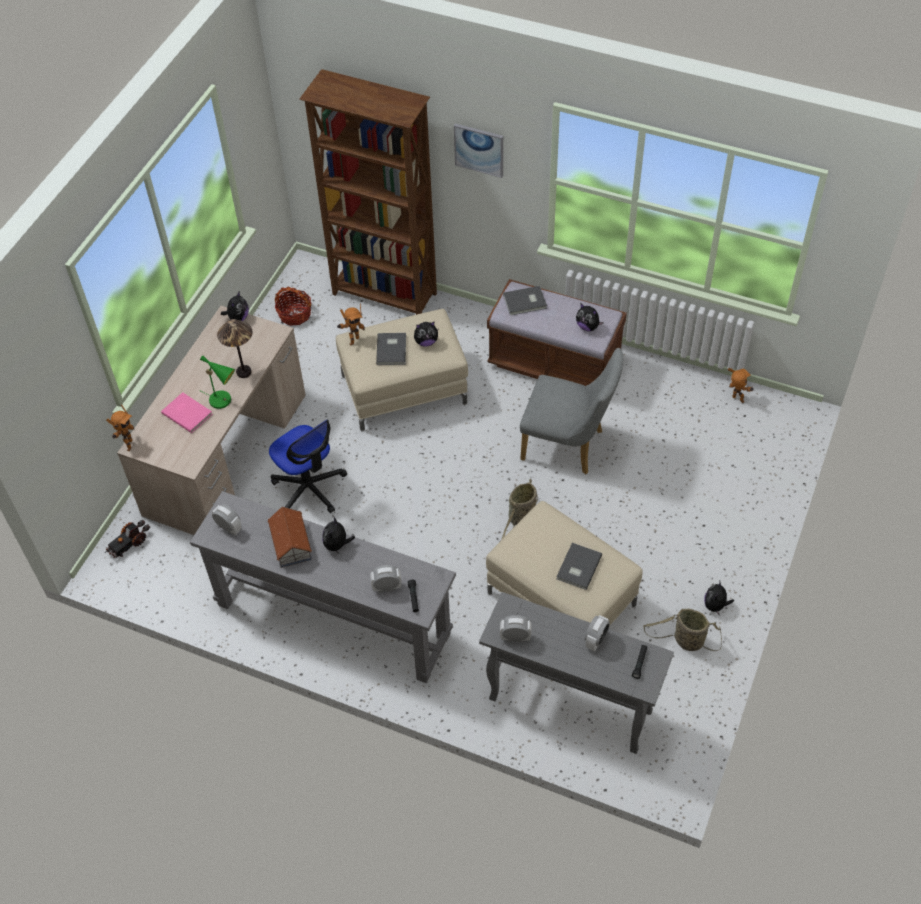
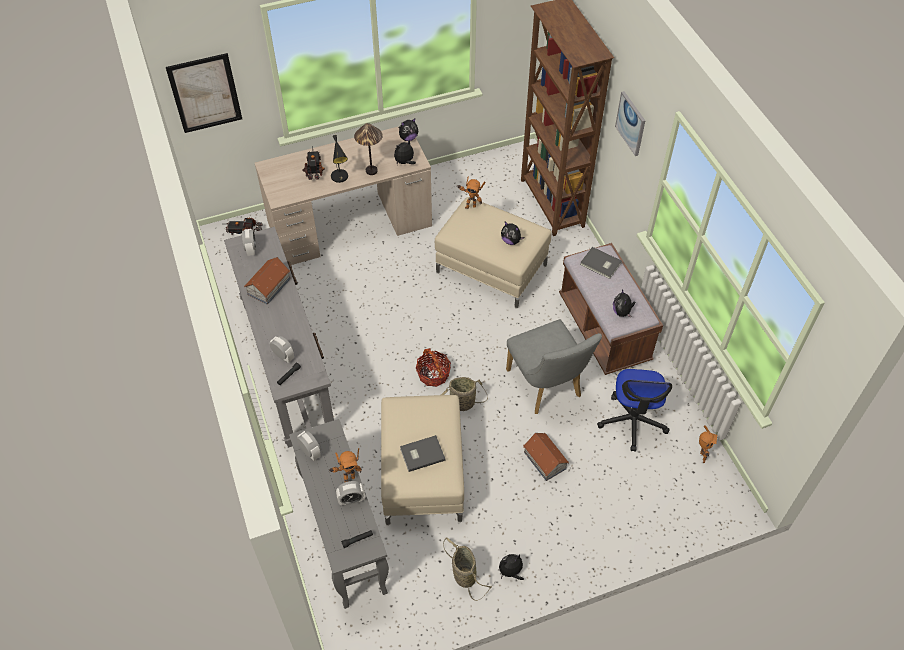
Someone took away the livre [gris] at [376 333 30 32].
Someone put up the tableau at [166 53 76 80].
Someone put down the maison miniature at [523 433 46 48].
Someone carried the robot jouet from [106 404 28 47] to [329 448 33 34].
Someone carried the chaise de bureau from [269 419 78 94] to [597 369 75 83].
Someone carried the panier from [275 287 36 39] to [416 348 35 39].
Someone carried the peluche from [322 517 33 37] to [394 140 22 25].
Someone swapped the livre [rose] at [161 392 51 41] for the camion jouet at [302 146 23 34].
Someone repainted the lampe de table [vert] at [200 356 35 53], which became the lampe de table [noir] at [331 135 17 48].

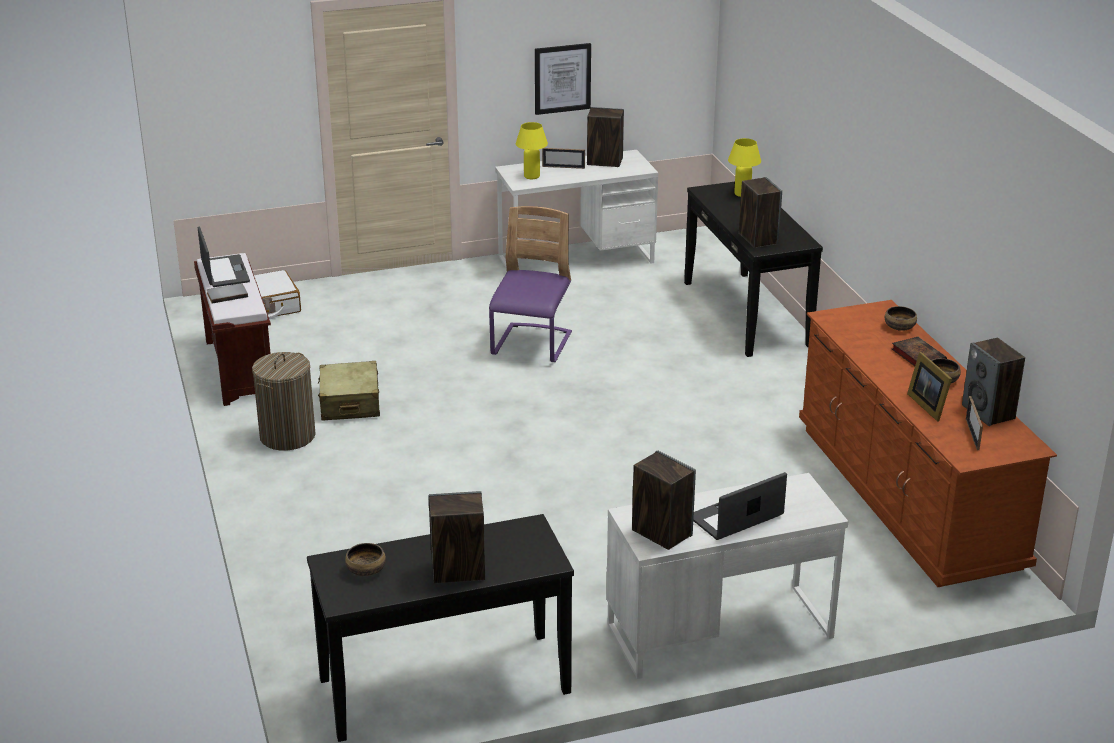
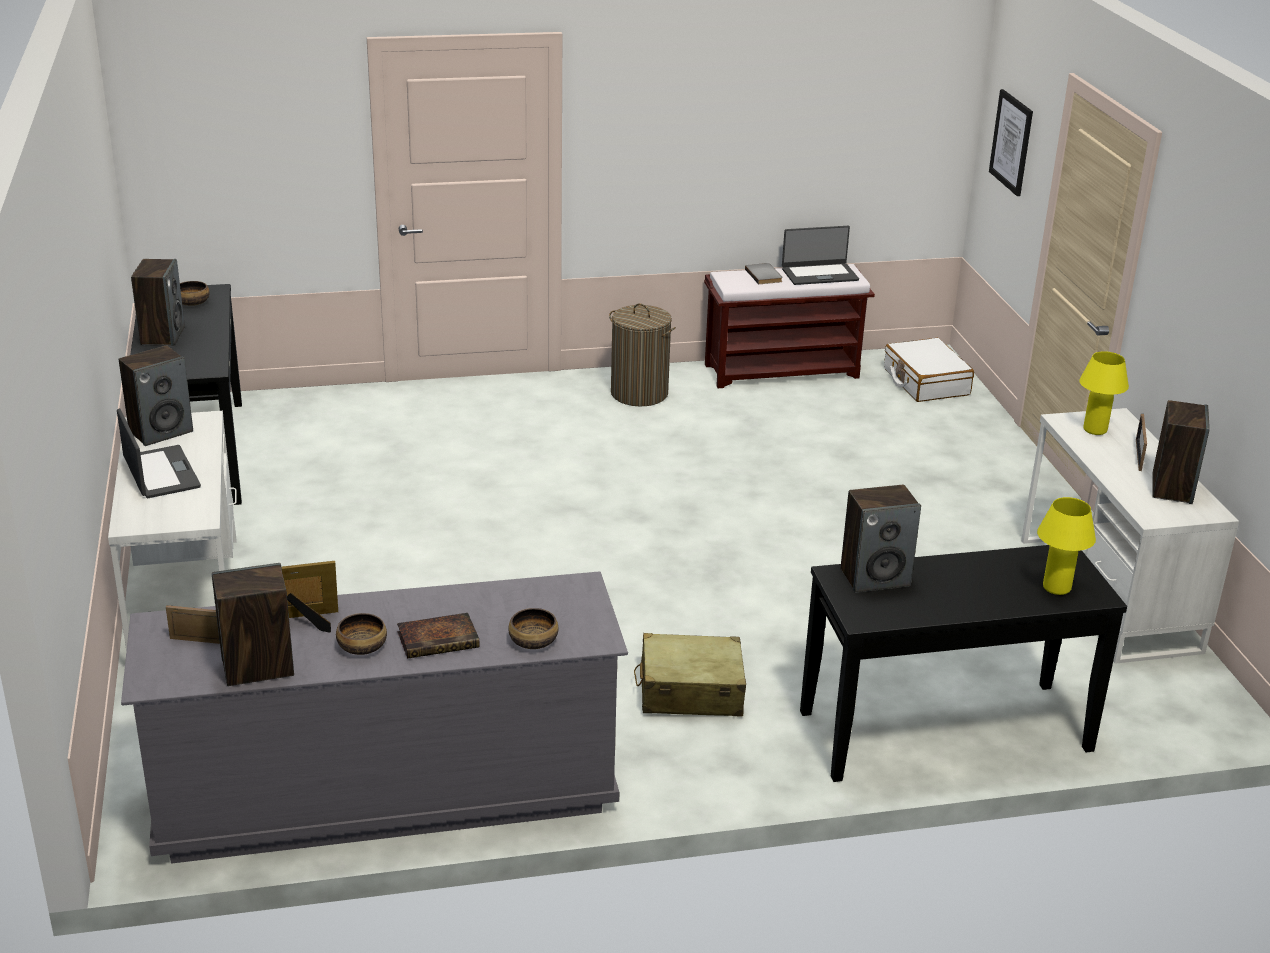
Someone took away the chaise [violet] at [489 206 83 156].
Someone carried the valise [beige] from [318 361 62 60] to [634 633 112 83].
Someone carried the tableau from [535 43 56 72] to [989 89 44 107].
Someone repainted the commode [marron] at [799 300 258 287], which became the commode [gris] at [121 571 507 293].

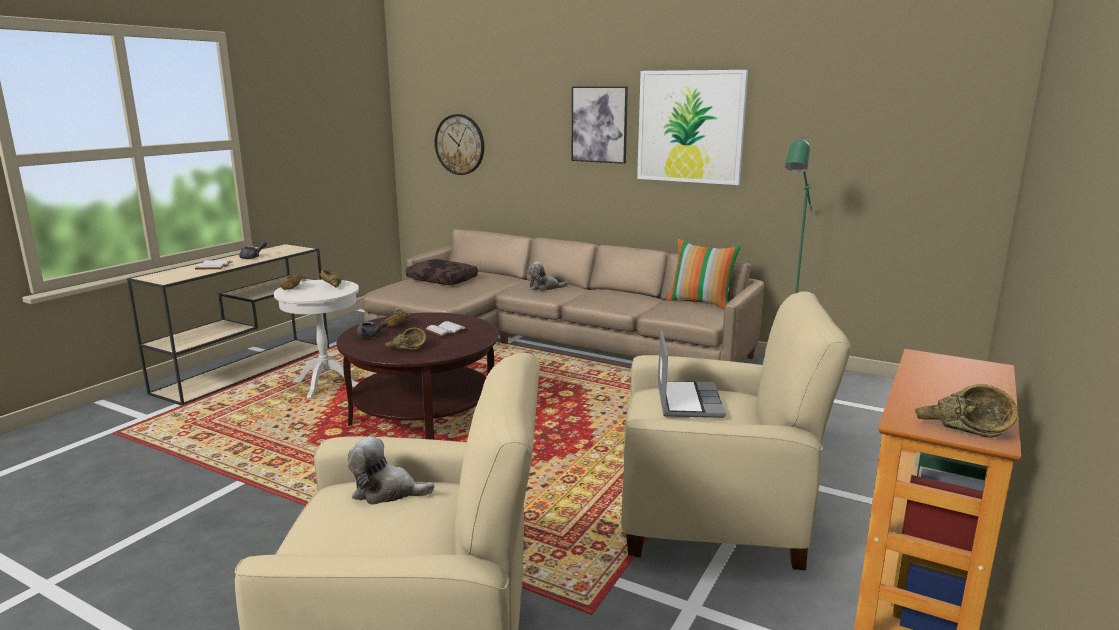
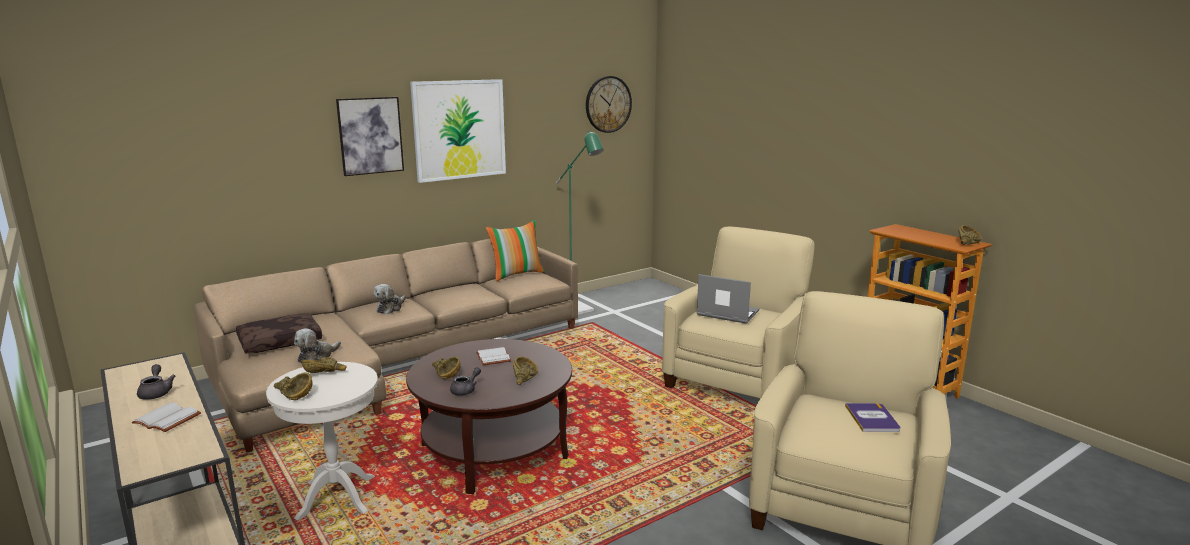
Someone put down the livre at [845 403 55 29].
Someone carried the peluche from [348 436 86 69] to [294 328 47 35].
Someone carried the horloge murale from [435 114 49 61] to [586 76 46 57].

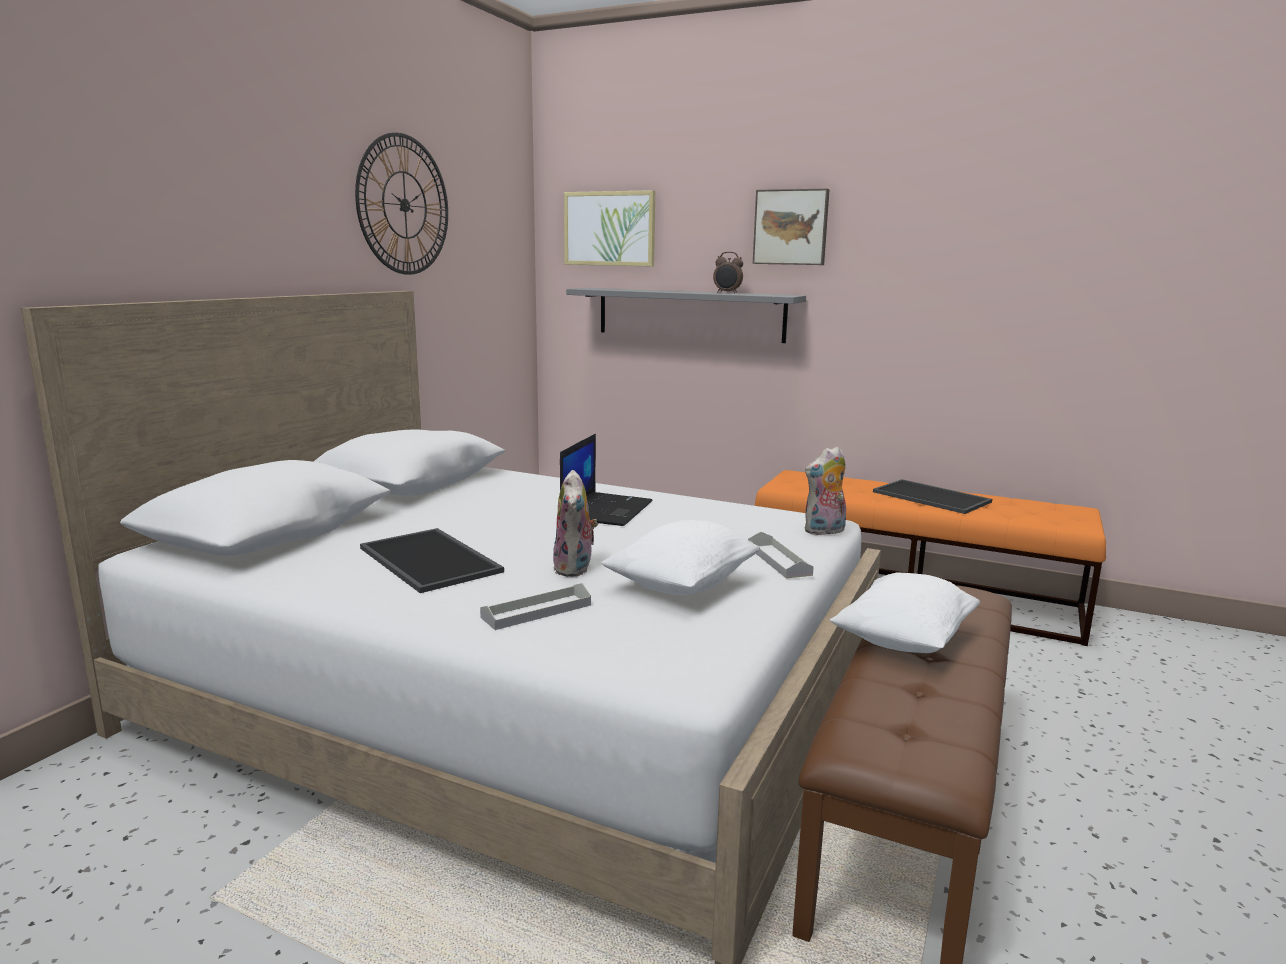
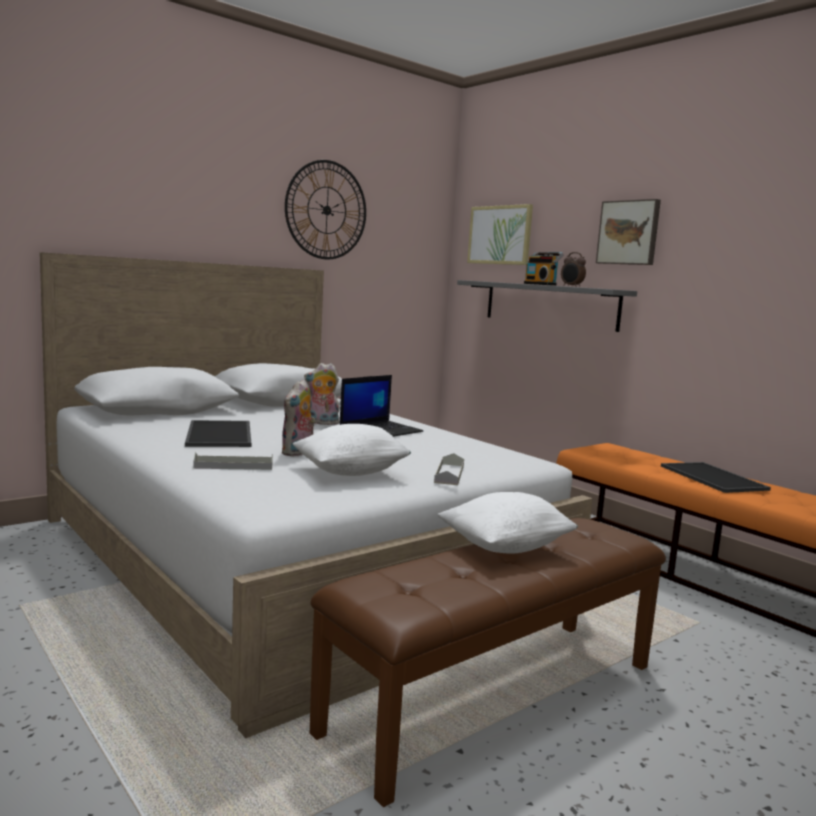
Someone put down the radio at [524 252 40 34].
Someone carried the peluche from [805 446 41 90] to [304 363 36 62].

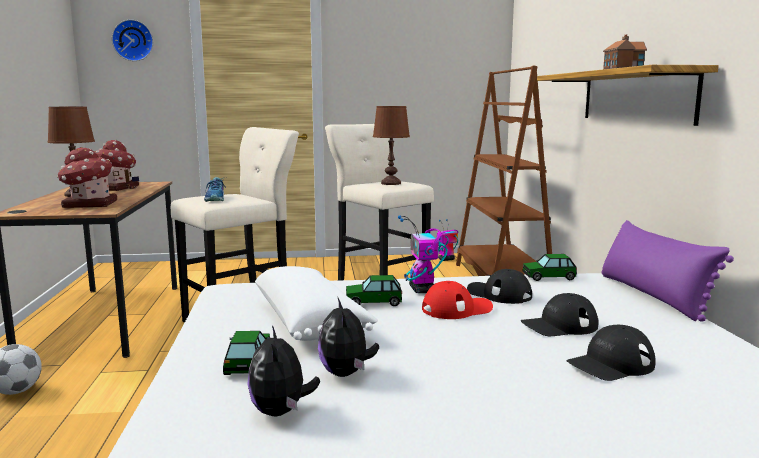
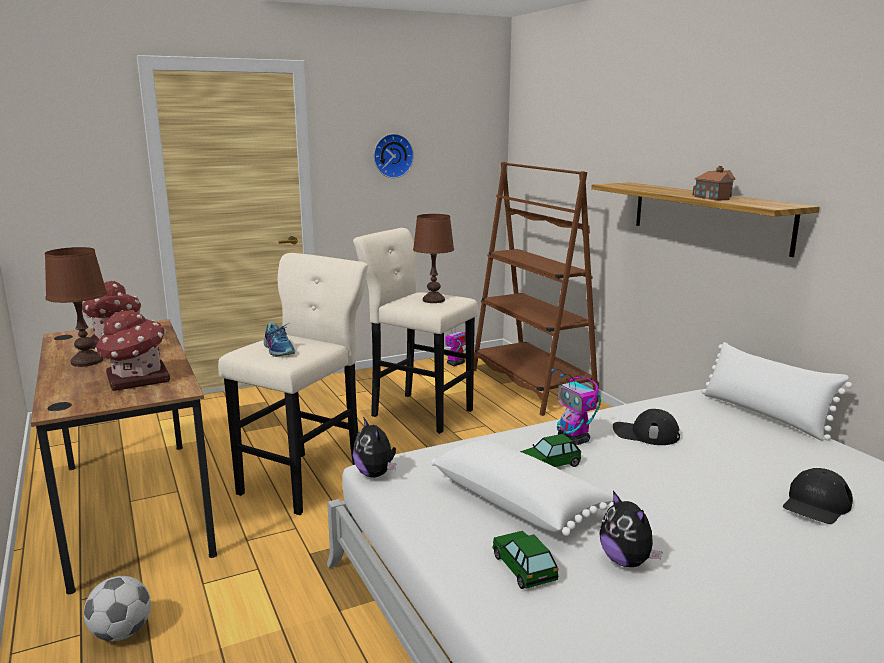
Someone took away the casquette [rouge] at [422 281 71 38].
Someone took away the casquette [noir] at [521 293 77 43].
Someone took away the petite voiture at [522 254 55 27].
Someone carried the horloge murale from [112 20 41 41] to [374 134 40 44].
Someone carried the peluche from [248 326 72 90] to [353 417 43 61].
Someone repainted the coussin [violet] at [602 220 132 102], which became the coussin [blanc] at [702 342 150 99].

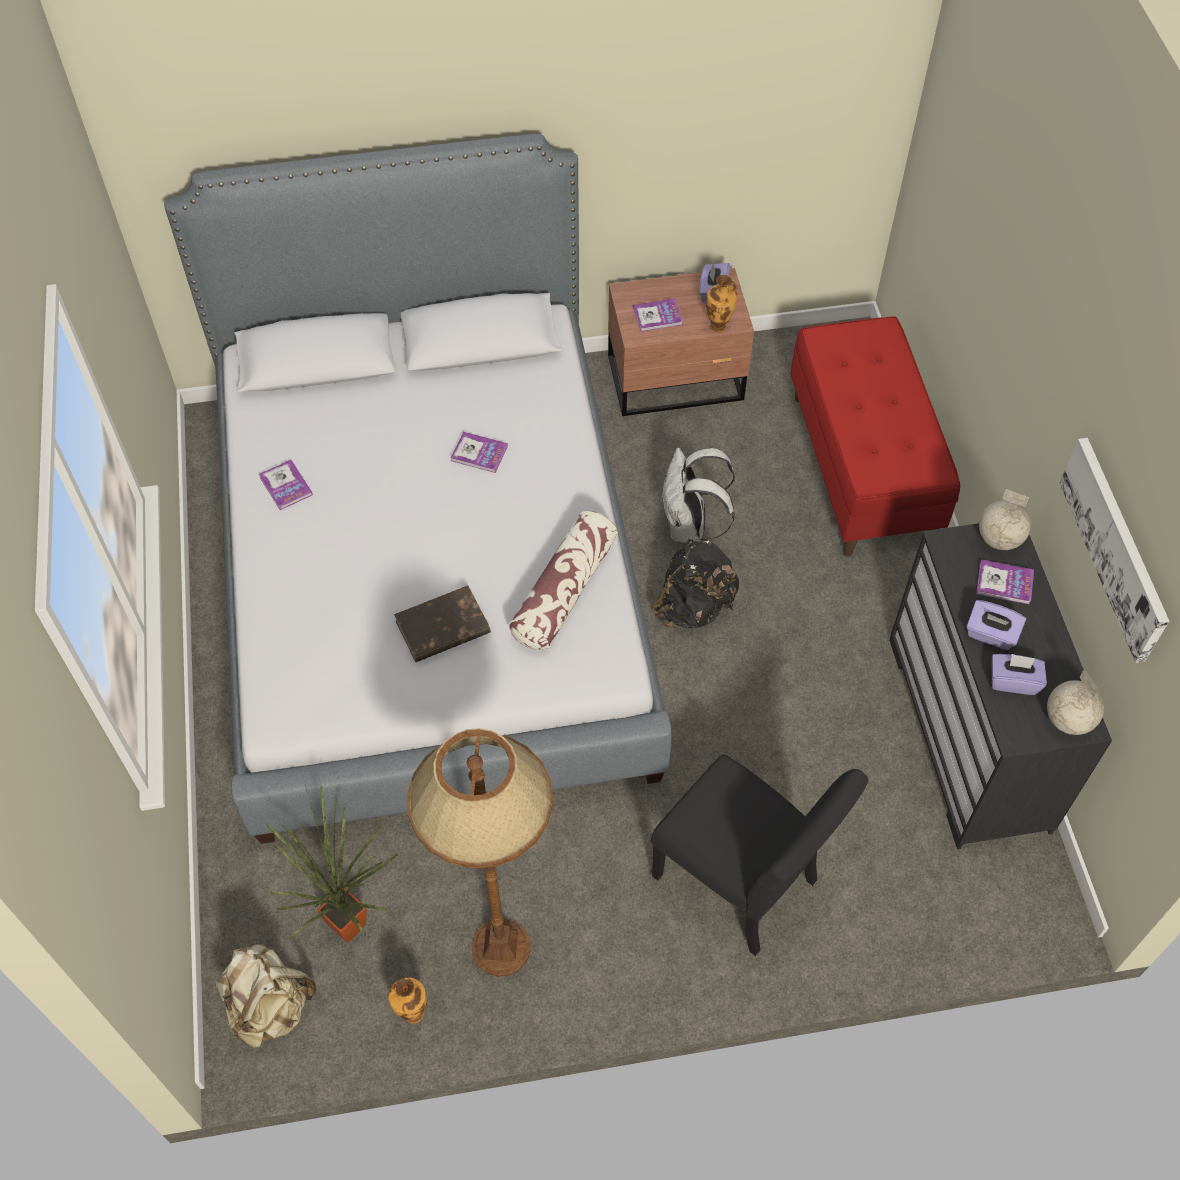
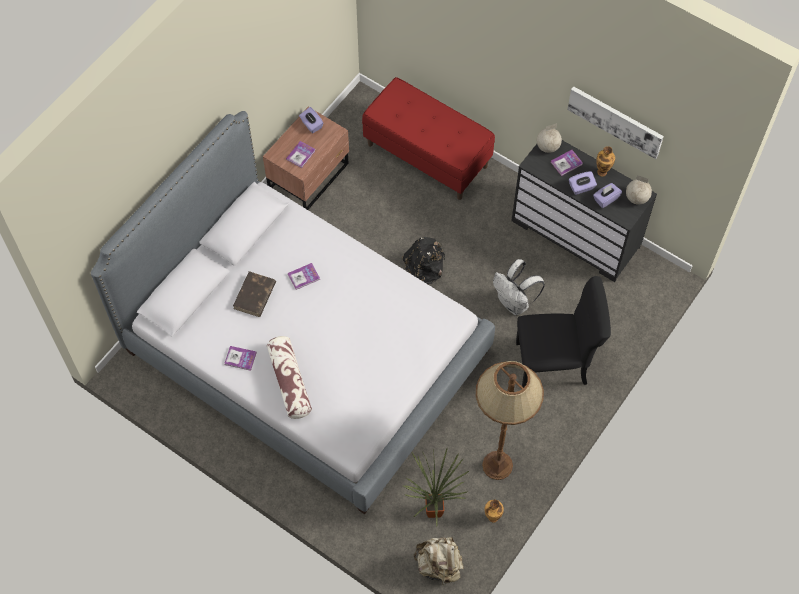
Someone carried the livre [marron] from [394 585 97 77] to [233 271 43 46].
Someone carried the coussin from [509 511 109 139] to [267 336 45 83].
Someone carried the sac à dos [blanc] from [661 448 74 95] to [493 259 52 56].
Someone carried the vase from [706 275 32 58] to [596 146 19 31].

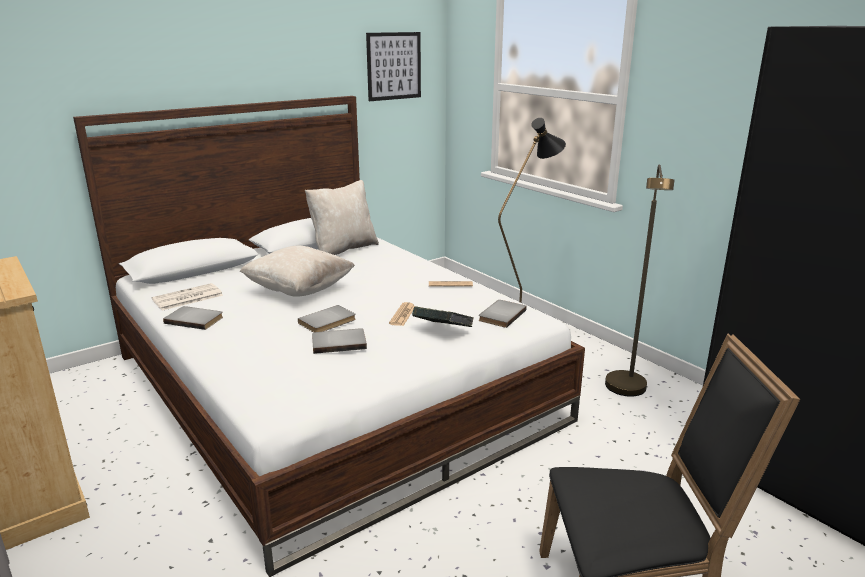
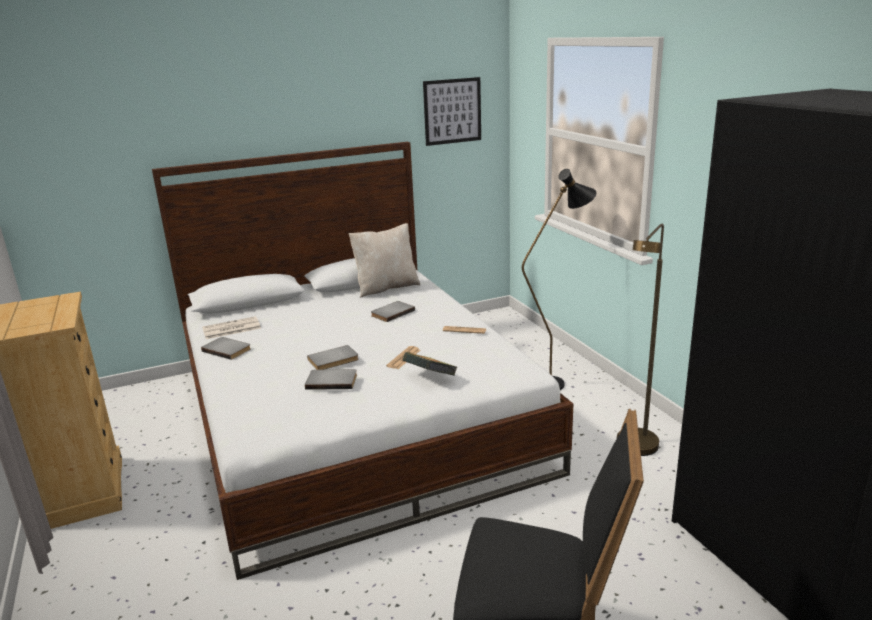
Someone took away the coussin [beige] at [240 246 115 51].
Someone carried the livre [gris] from [479 300 48 28] to [371 301 44 21].

